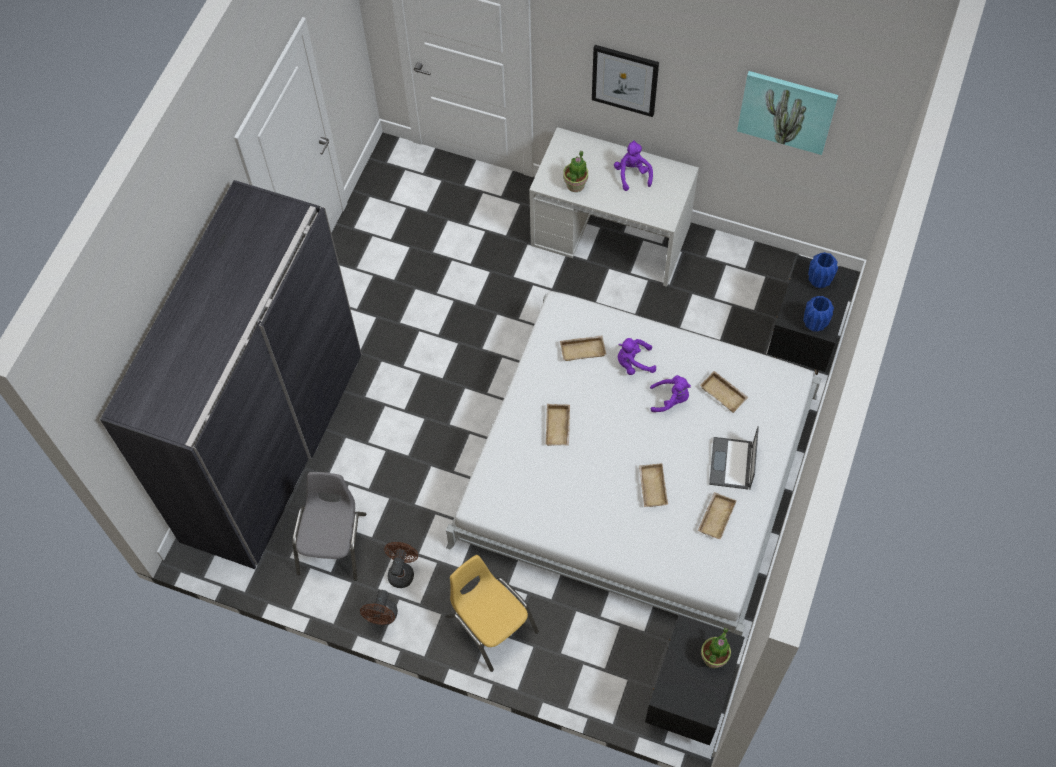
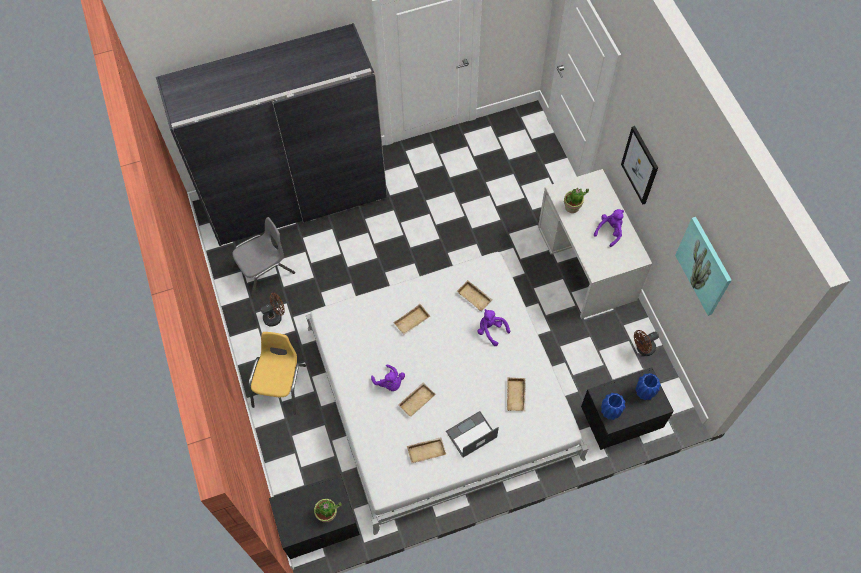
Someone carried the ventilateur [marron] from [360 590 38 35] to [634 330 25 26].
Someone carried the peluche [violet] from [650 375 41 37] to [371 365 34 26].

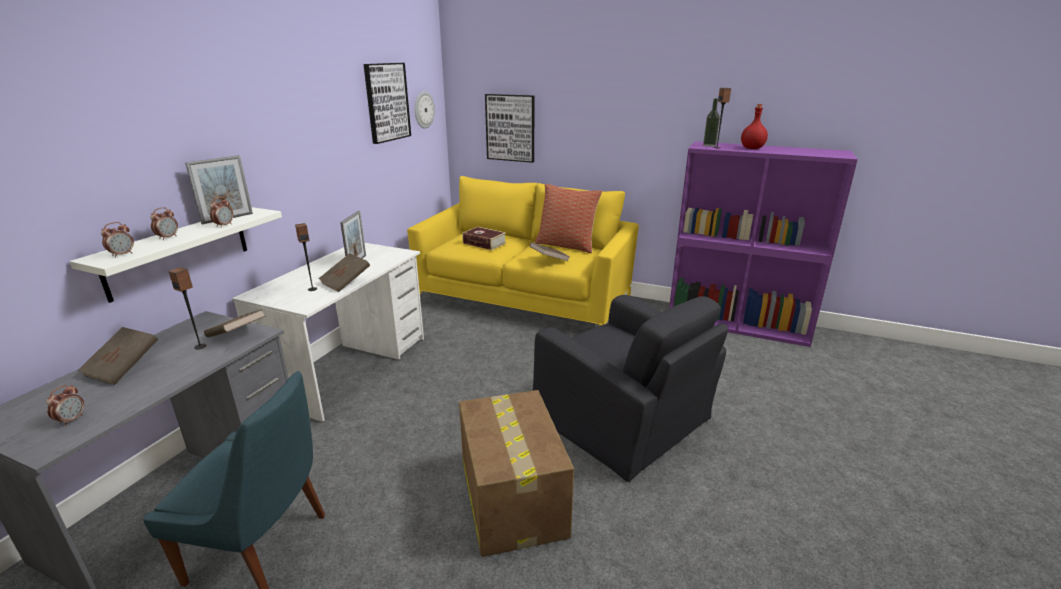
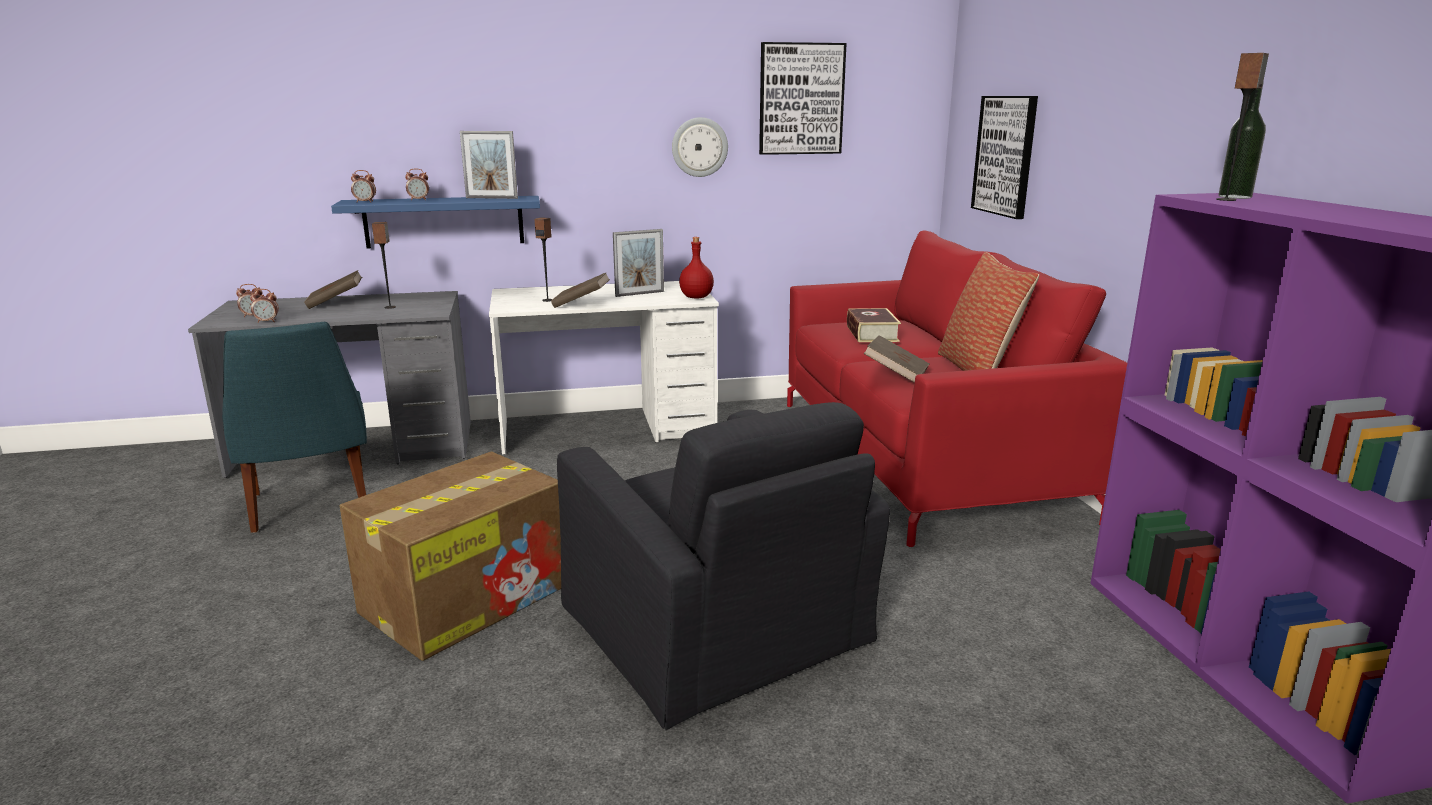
Someone took away the livre [marron] at [204 309 62 28].
Someone carried the réveil from [210 197 23 31] to [250 289 29 34].
Someone carried the horloge murale from [415 91 20 38] to [672 117 56 60].
Someone carried the bouteille [rouge] from [741 104 27 45] to [679 237 35 61].
Someone repainted the étagère [blanc] at [69 207 213 96], which became the étagère [bleu] at [331 196 209 52].
Someone repainted the canapé [jaune] at [407 176 232 150], which became the canapé [rouge] at [787 230 340 317].
Someone rotated the fauteuil [noir] at [533 295 195 187] by 45 degrees counterclockwise.

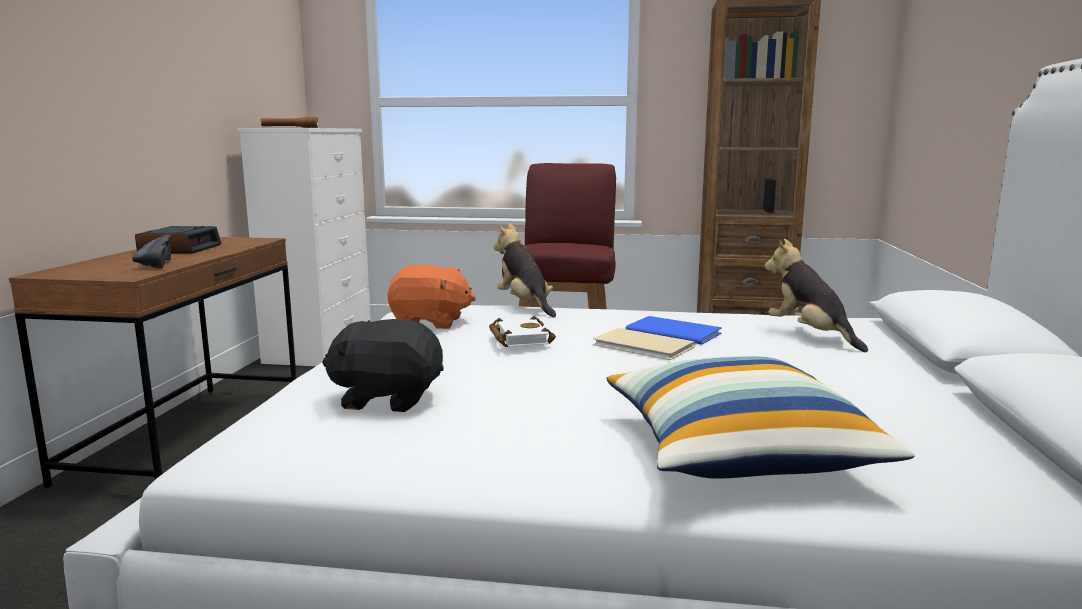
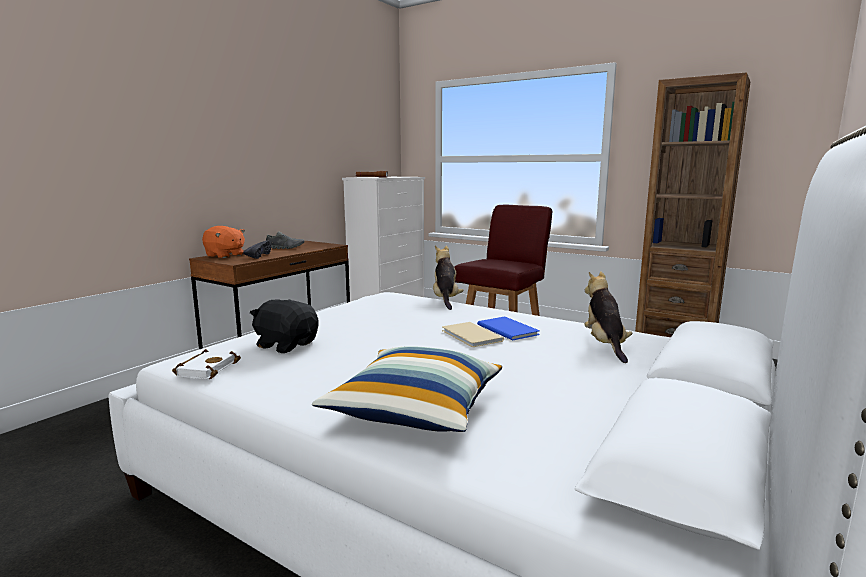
Someone carried the peluche [orange] from [388 265 88 64] to [202 226 43 32].
Someone carried the livre [blanc] from [489 316 67 31] to [172 349 69 30].
Someone swapped the réveil at [135 226 86 28] for the chaussure [gris] at [266 231 38 18].

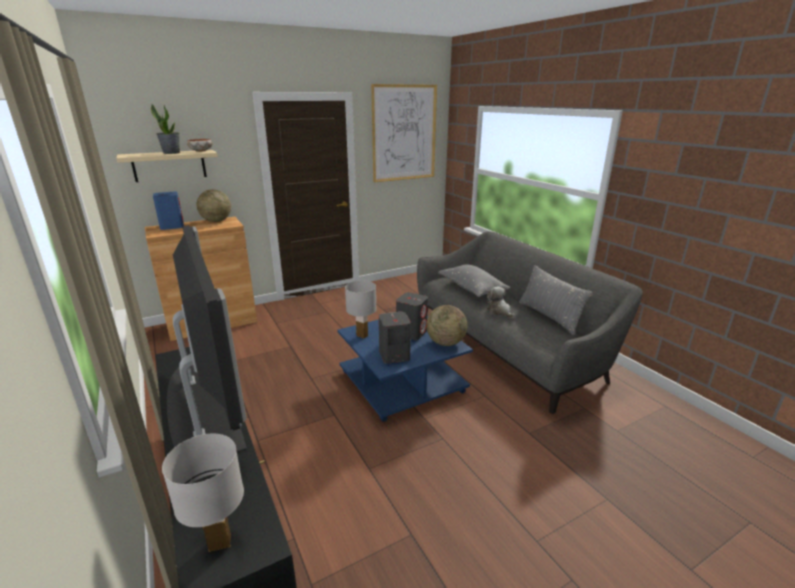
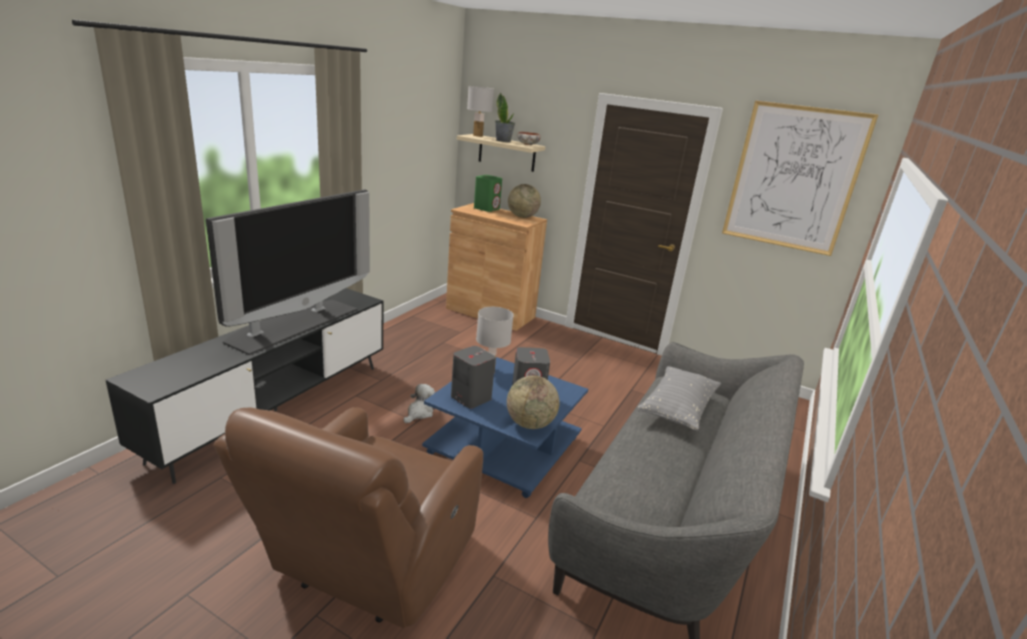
Someone took away the coussin [gris] at [519 265 74 70].
Someone put down the fauteuil [marron] at [214 407 269 221].
Someone carried the lampe de table [blanc] from [162 434 82 118] to [467 86 27 51].
Someone carried the peluche from [486 287 29 32] to [403 384 32 39].
Someone repainted the enceinte [bleu] at [153 191 31 39], which became the enceinte [vert] at [474 175 28 37].

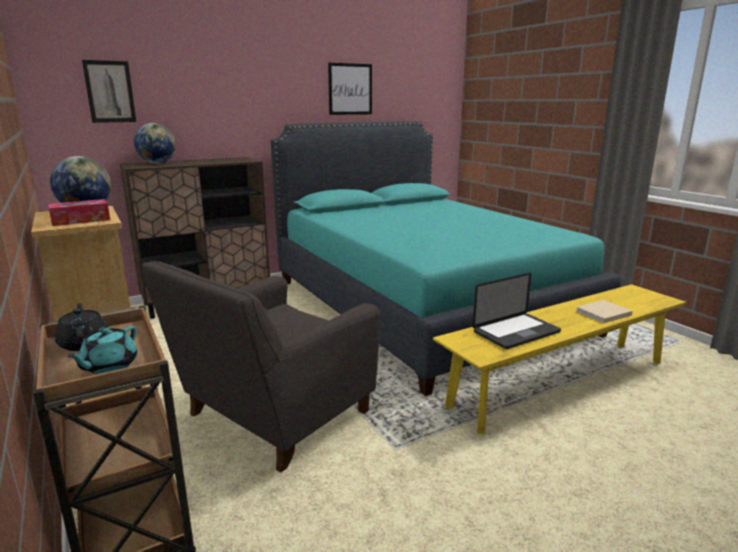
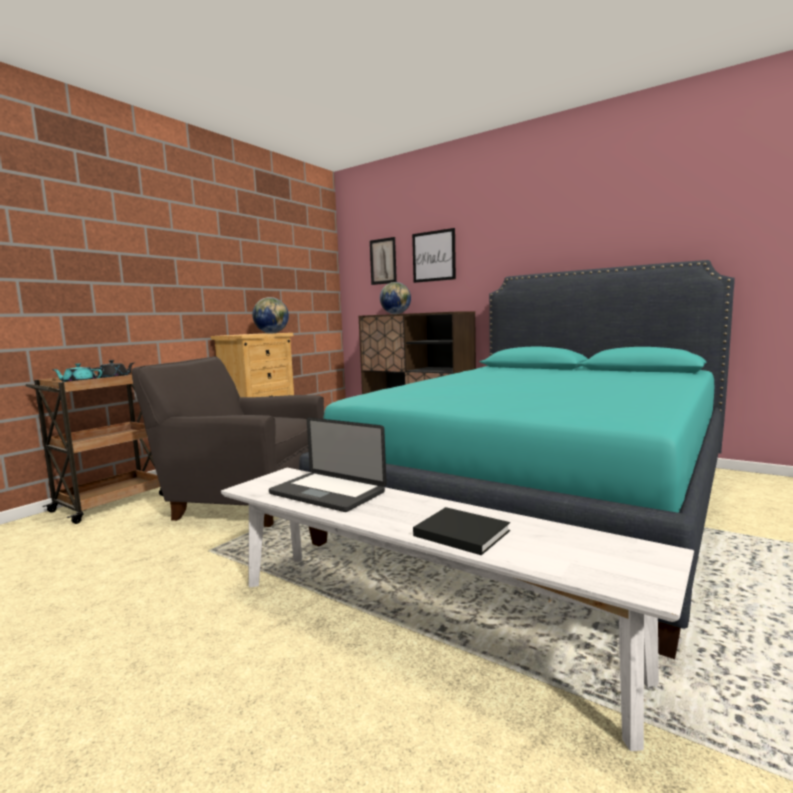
Someone took away the boîte à mouchoirs at [48 199 62 27].
Someone carried the tableau from [328 63 44 52] to [412 228 44 55].
Someone repainted the banc [jaune] at [433 284 253 150], which became the banc [blanc] at [221 468 473 283].
Someone repainted the livre [beige] at [576 300 57 23], which became the livre [noir] at [413 507 97 48].

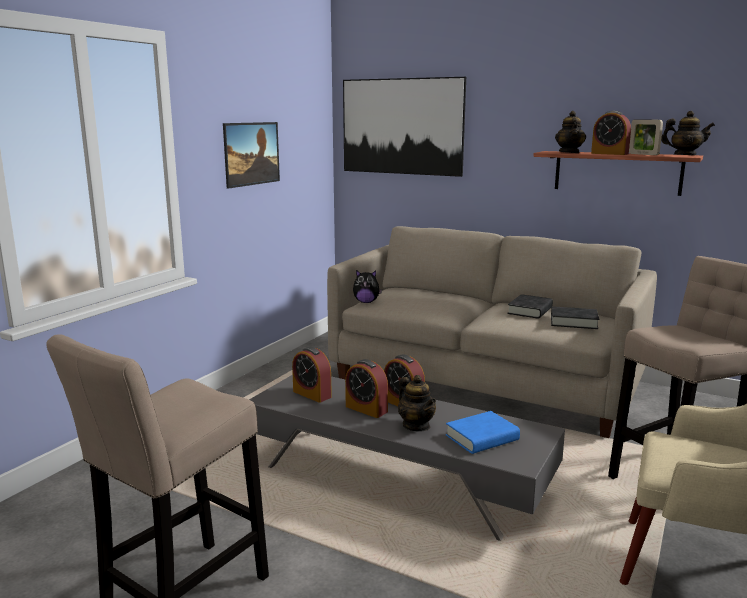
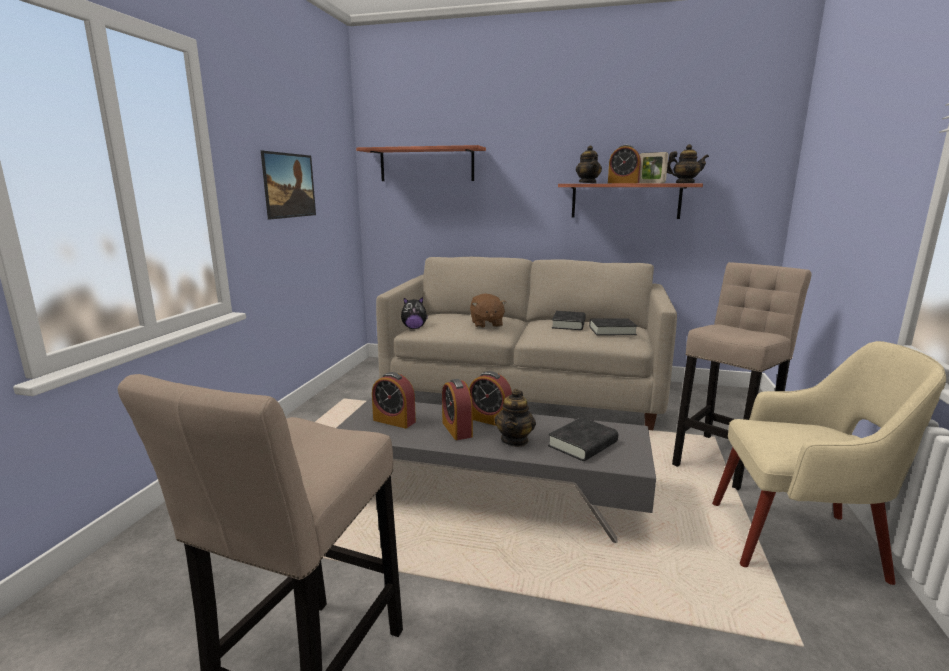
Someone put down the peluche [marron] at [470 293 37 35].
Someone swapped the tableau at [343 77 123 100] for the étagère at [356 145 130 36].
Someone repainted the livre [bleu] at [446 411 74 43], which became the livre [noir] at [548 417 70 44].
Someone rotated the réveil at [345 359 43 59] by 45 degrees clockwise.
Someone rotated the théière at [398 375 38 56] by 60 degrees clockwise.

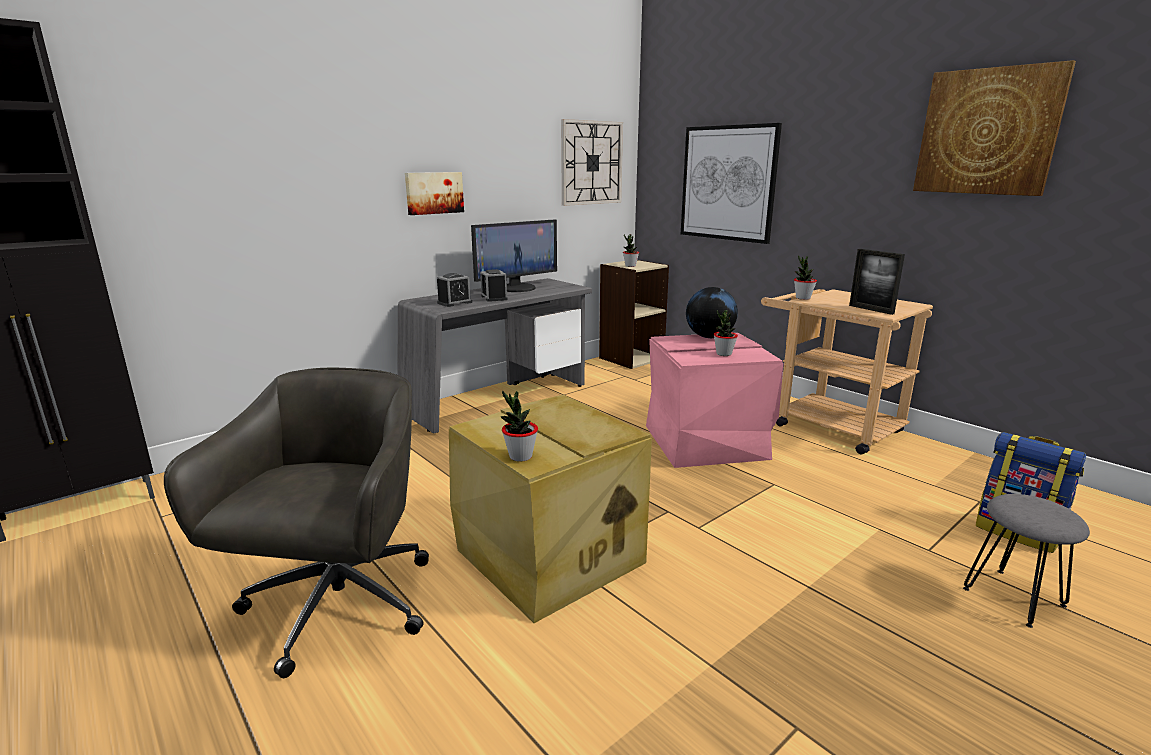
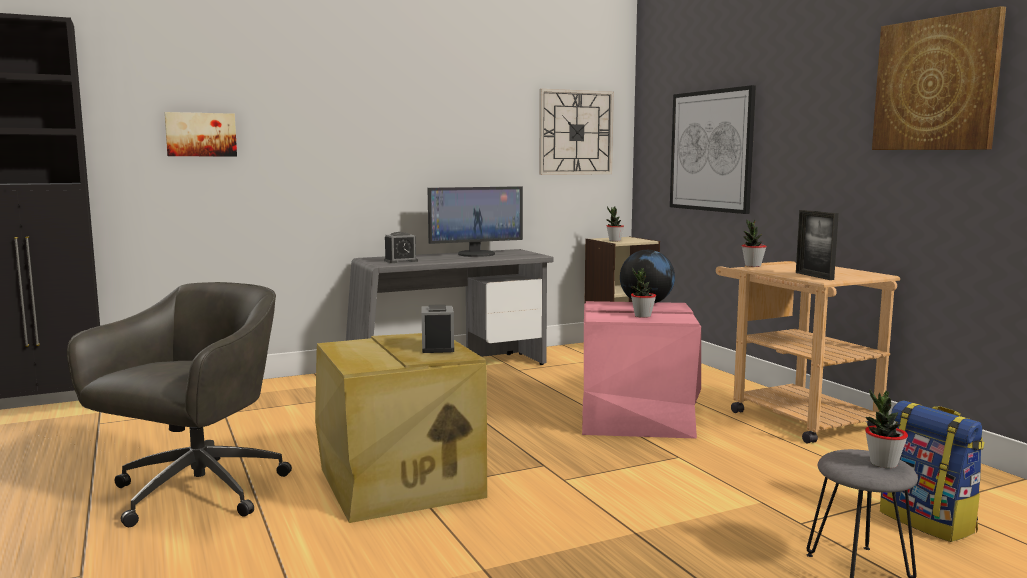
Someone carried the tableau from [405 172 59 43] to [164 112 73 44].
Someone carried the réveil from [480 269 27 33] to [421 304 33 49].
Someone carried the plante en pot from [501 390 37 72] to [865 389 43 79].

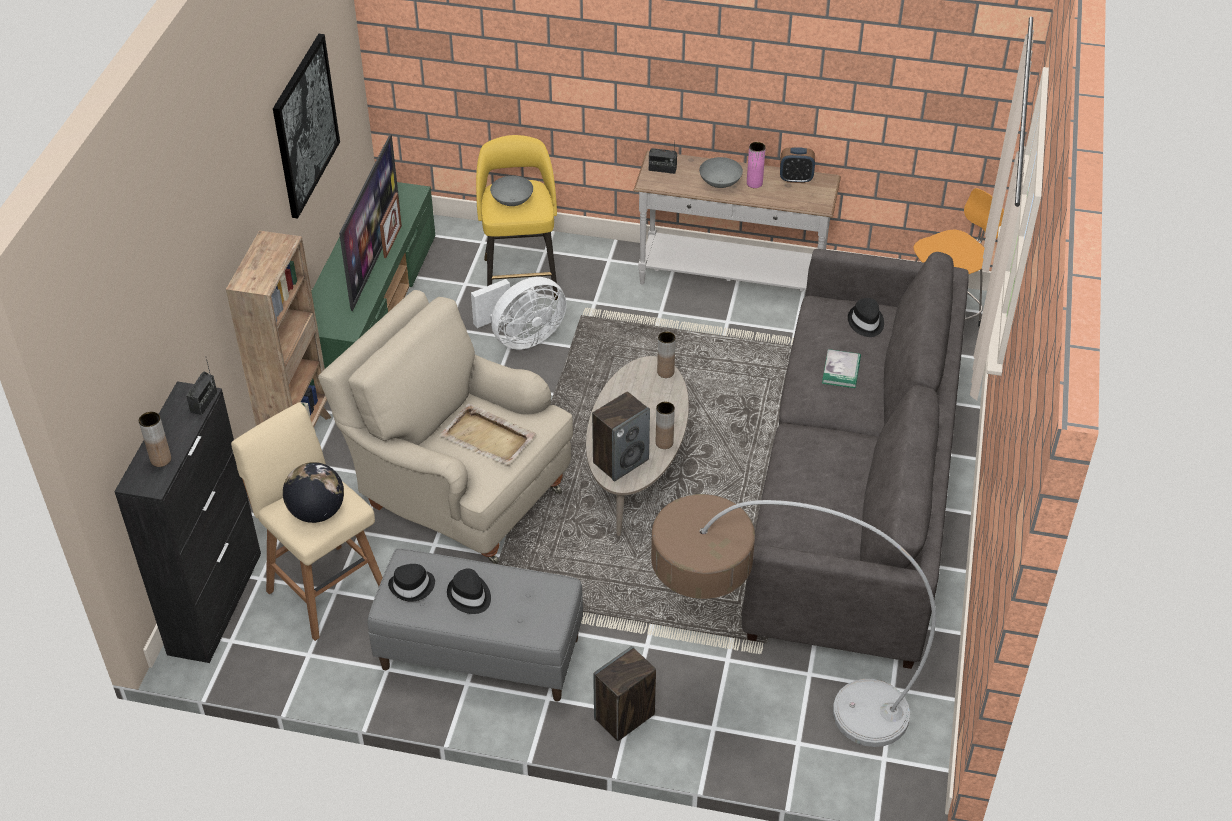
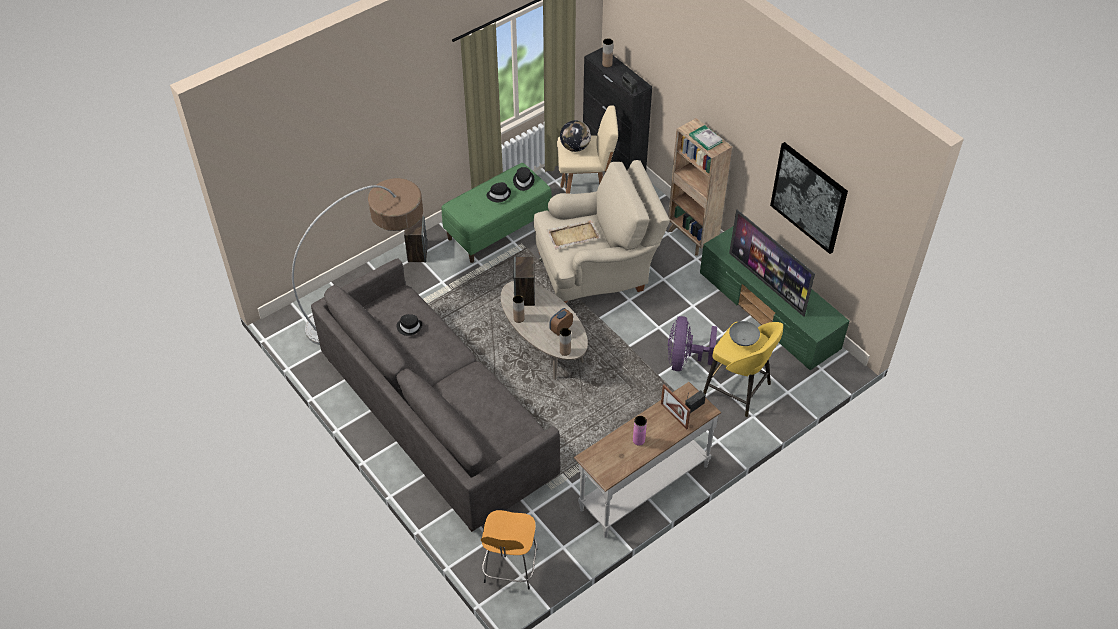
Someone took away the bol [gris] at [699 157 44 31].
Someone carried the cadre photo from [380 193 22 65] to [661 385 30 44].
Someone carried the réveil from [780 147 35 36] to [550 308 23 28].
Someone carried the livre from [822 349 39 39] to [689 125 34 26].
Someone carried the chapeau [noir] from [848 298 36 39] to [397 314 25 22].
Someone repainted the banc [gris] at [368 548 215 154], which became the banc [vert] at [441 163 111 100].
Someone repainted the ventilateur [blanc] at [471 277 96 73], which became the ventilateur [violet] at [668 316 49 55].

